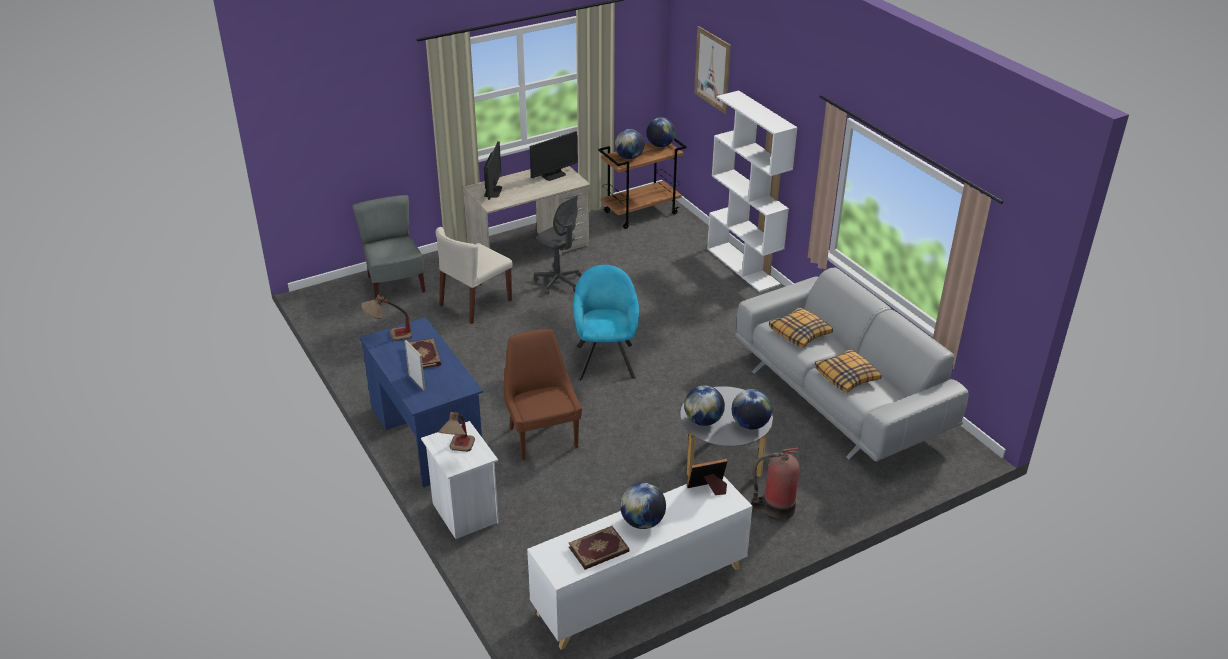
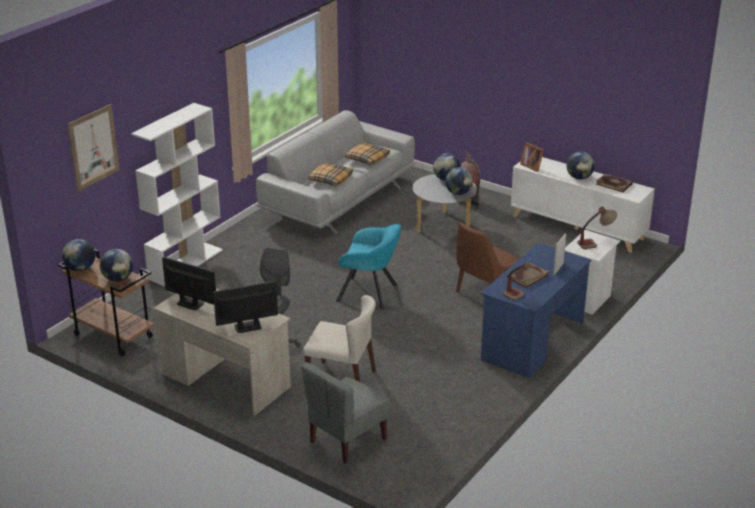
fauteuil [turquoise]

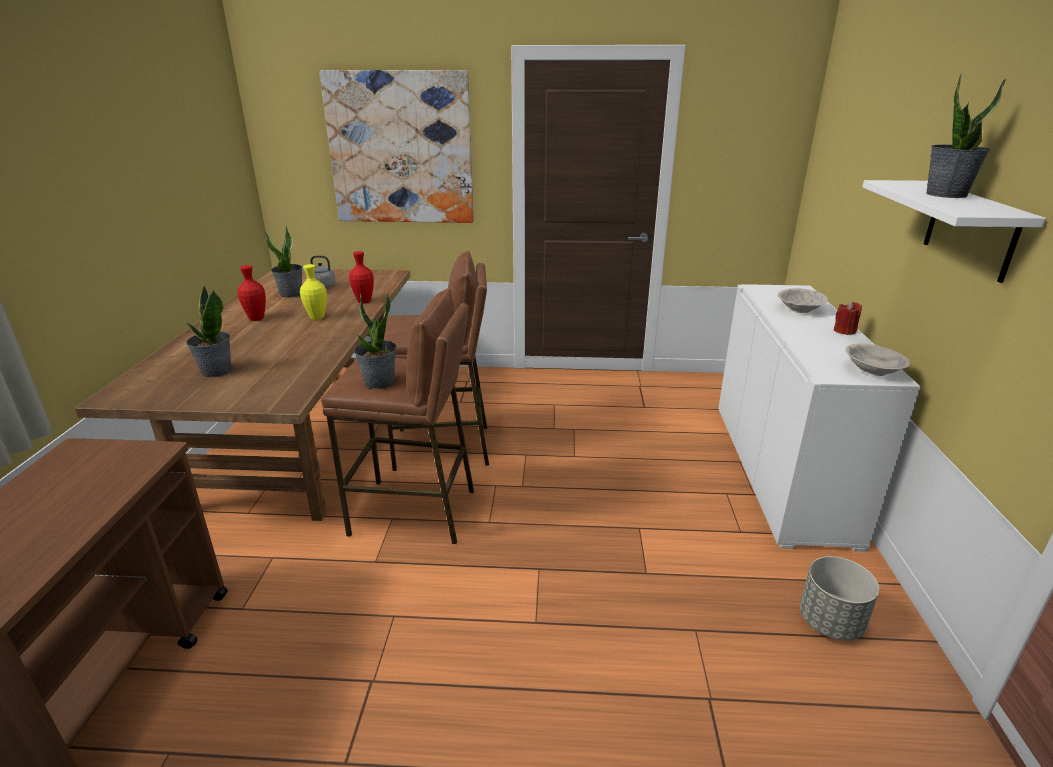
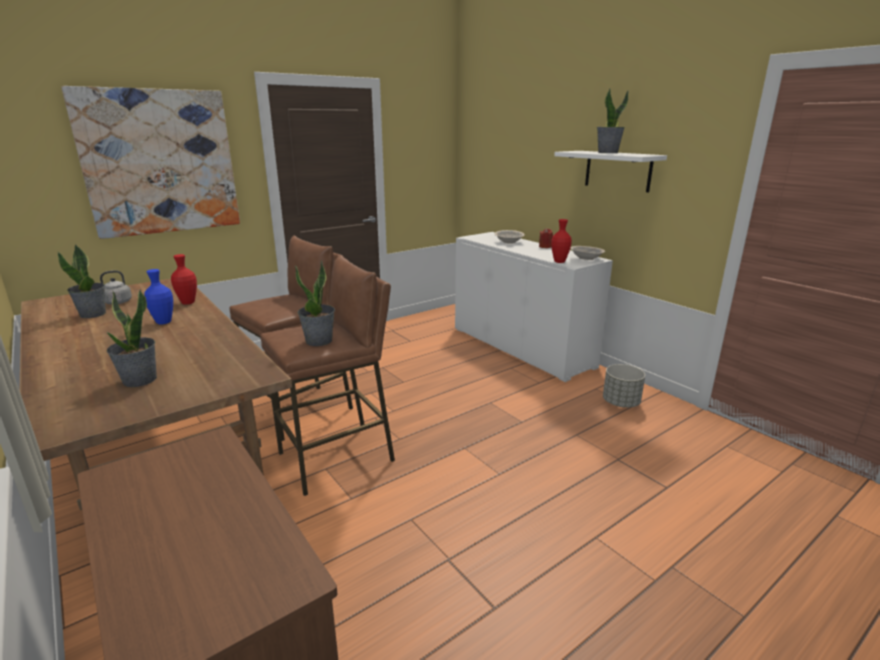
vase [rouge] (2nd from left); vase [bleu]

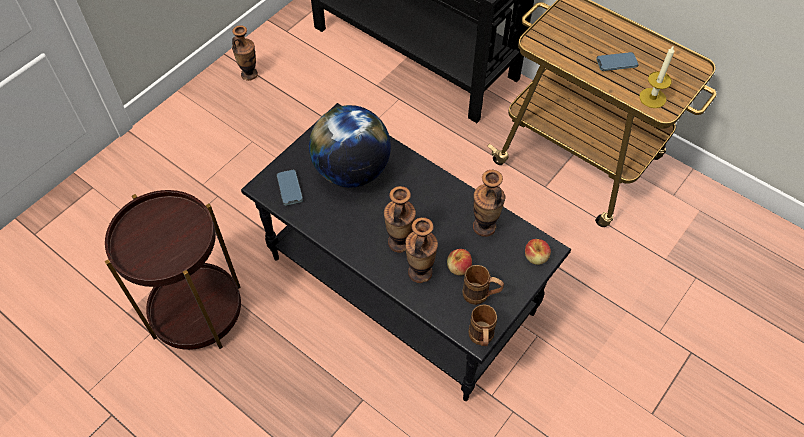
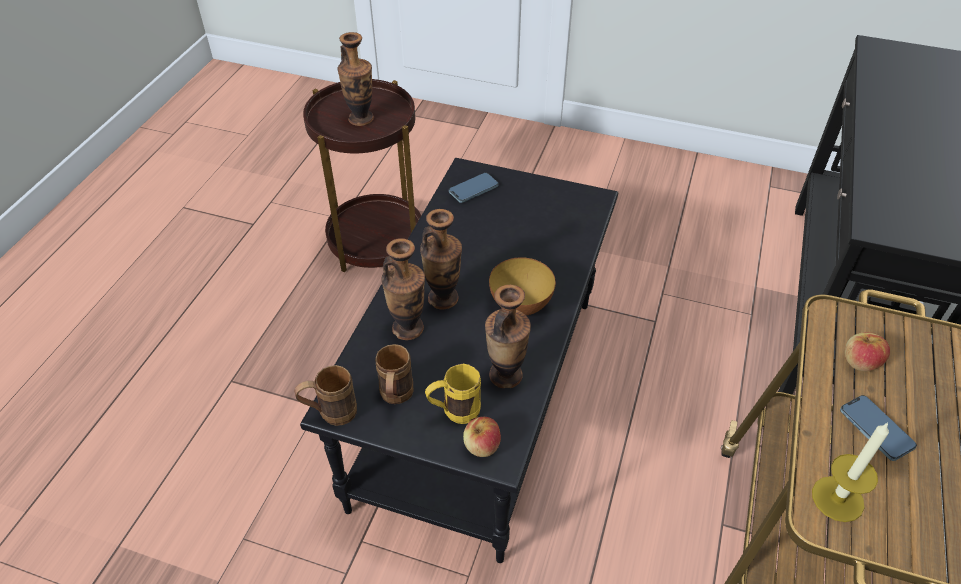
globe; mug [jaune]; bol; vase (1st from left); pomme (2nd from left)

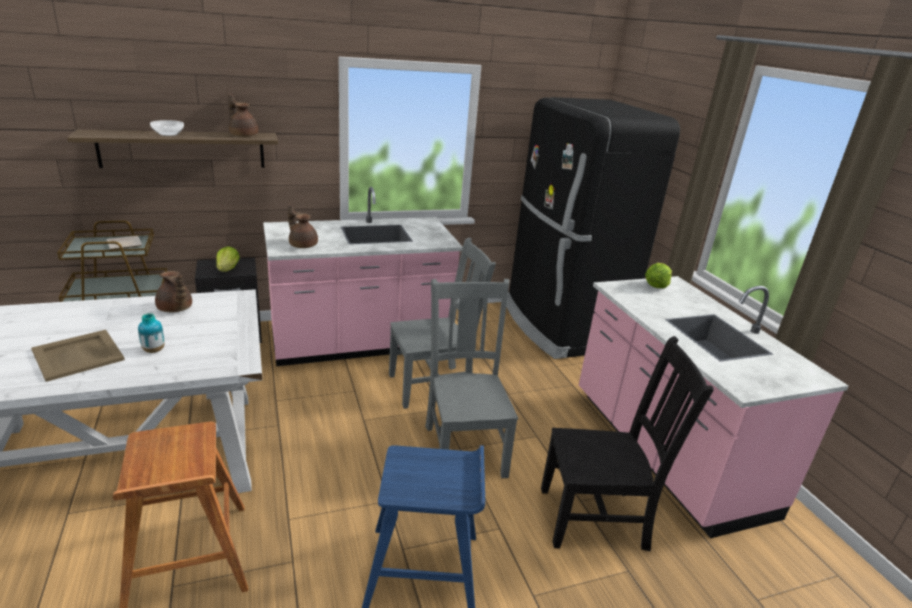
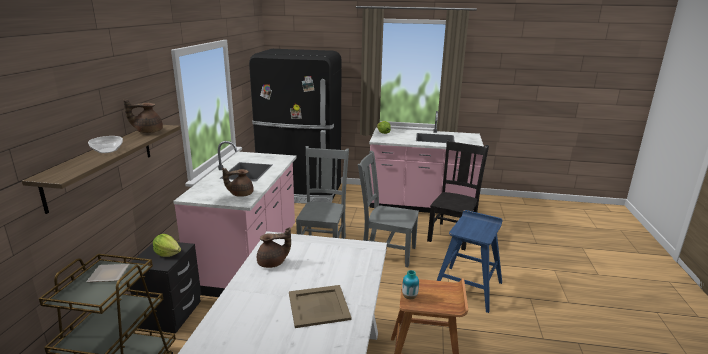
vase

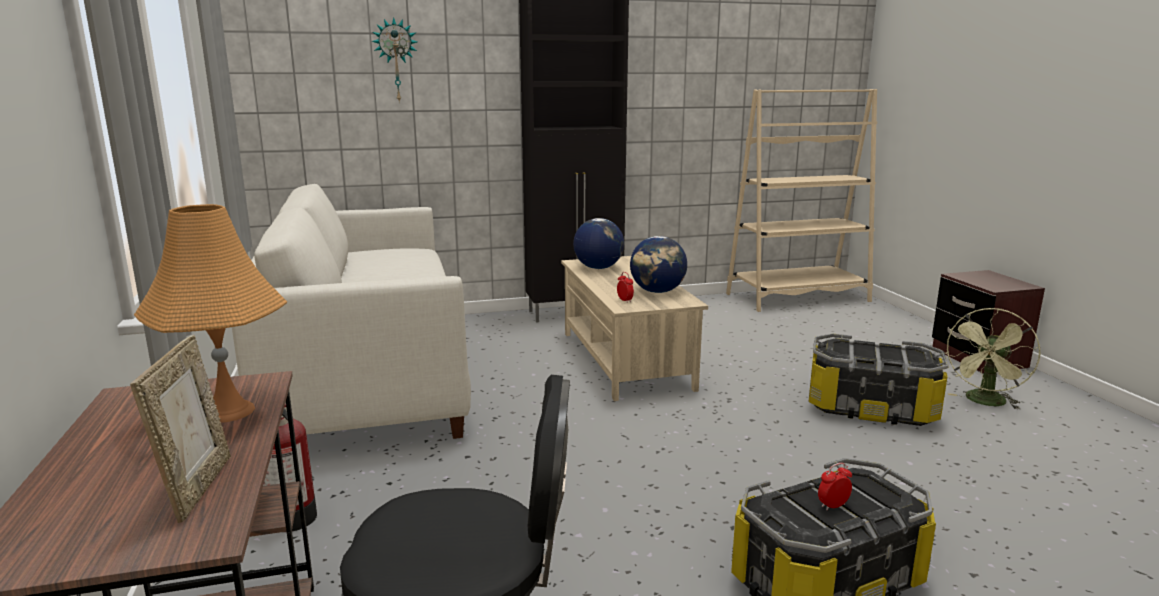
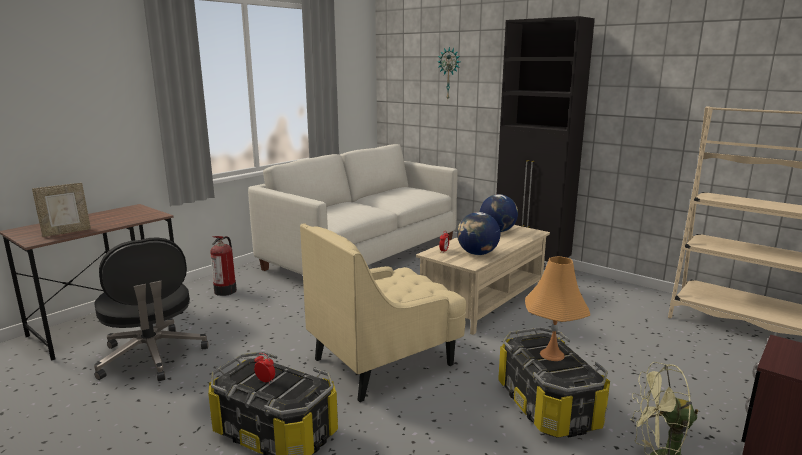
fauteuil [beige]; lampe de table [orange]

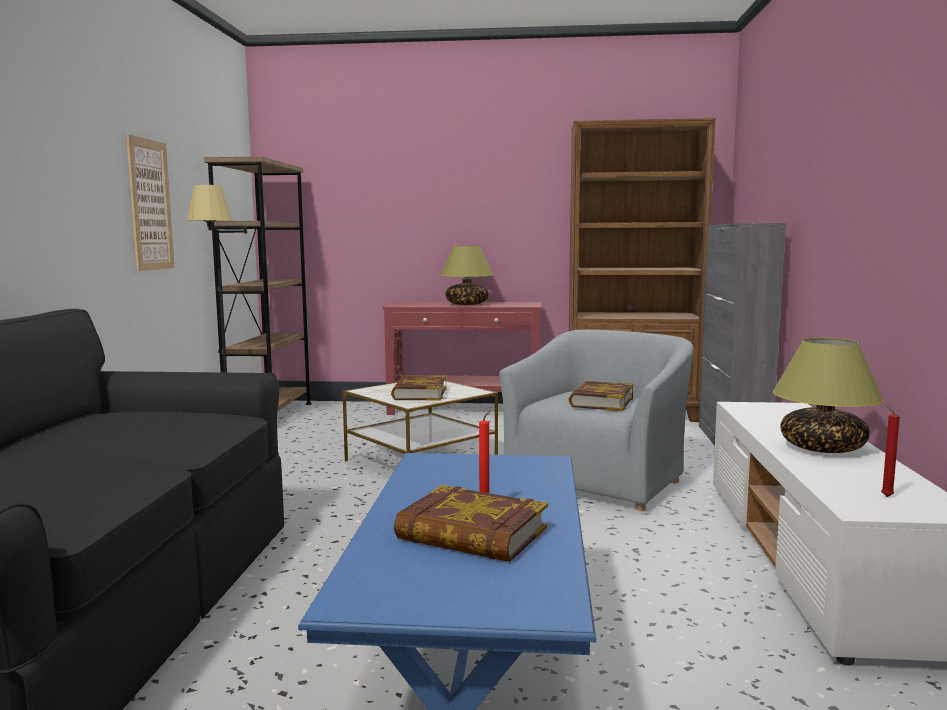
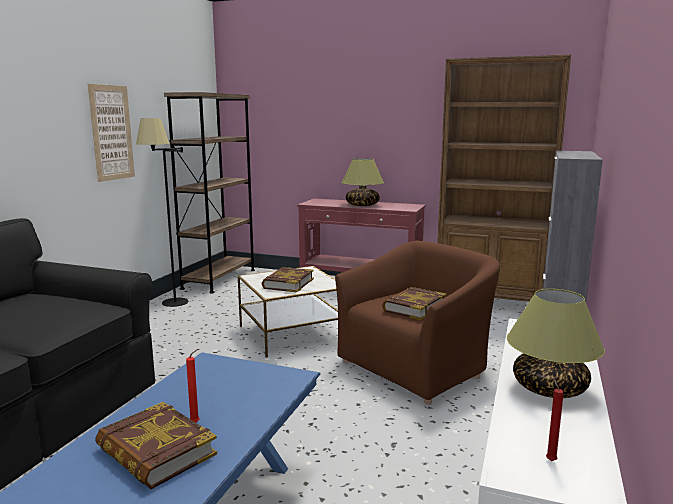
fauteuil [marron]

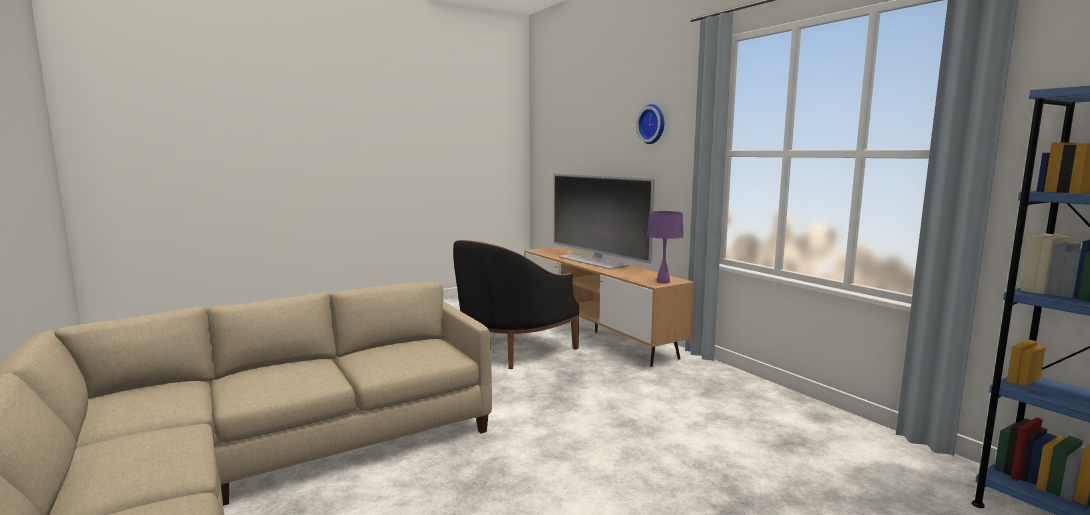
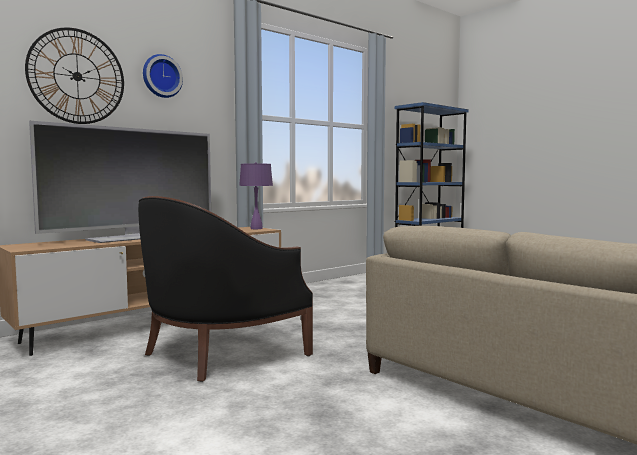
horloge murale (1st from left); fauteuil [noir]

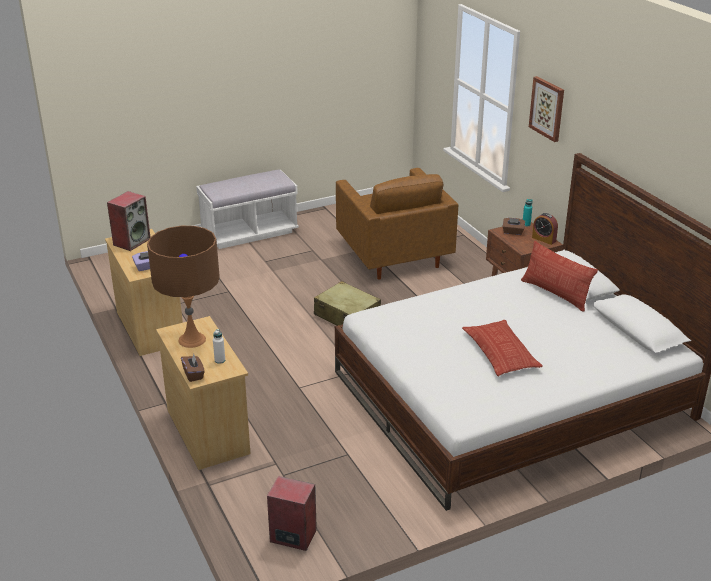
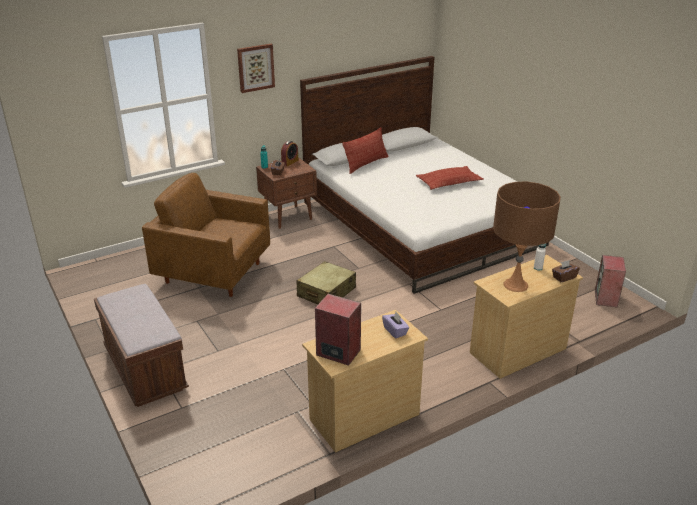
banc [marron]; fauteuil [marron]

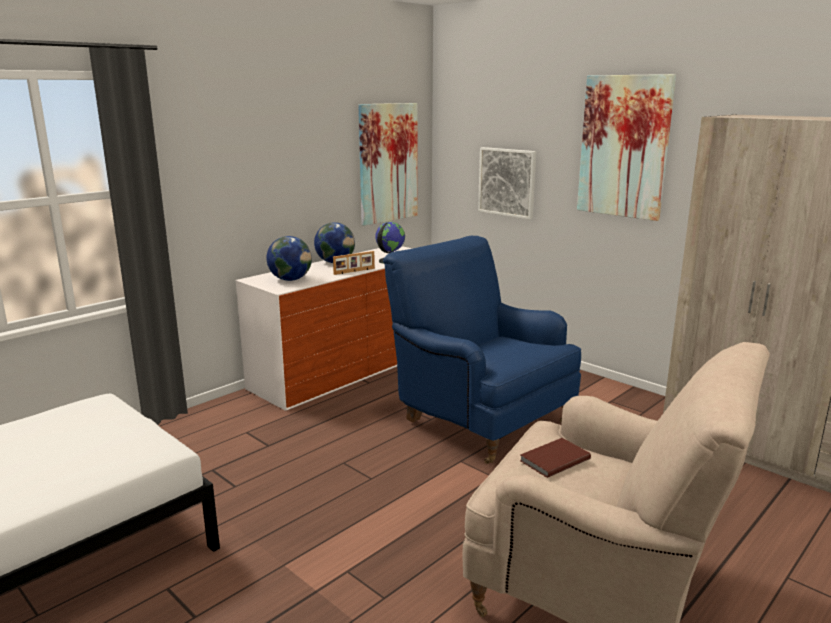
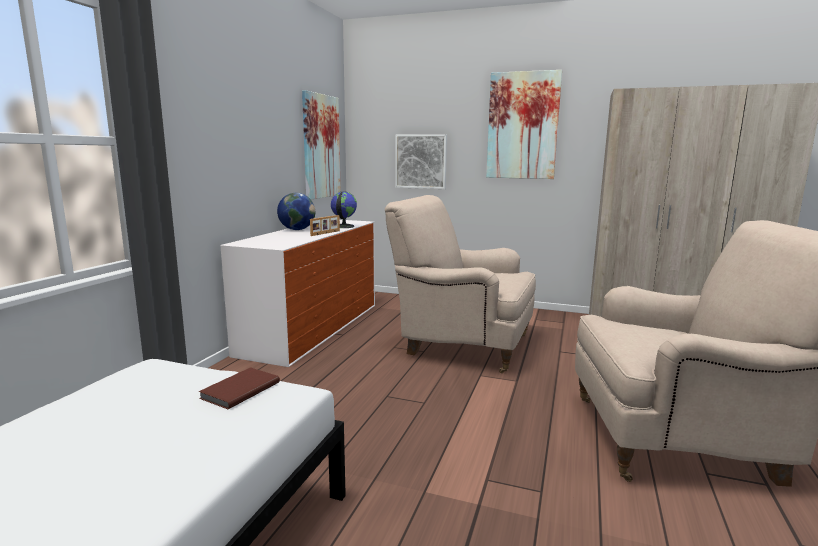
globe (1st from left in the first image); livre [marron]; fauteuil [beige] (1st from left)

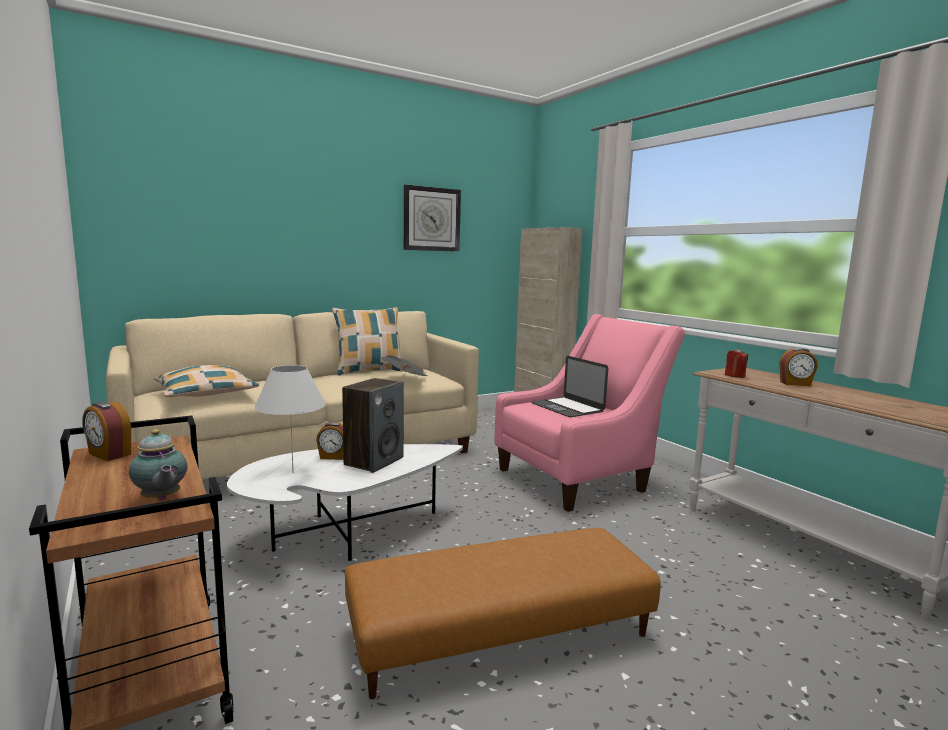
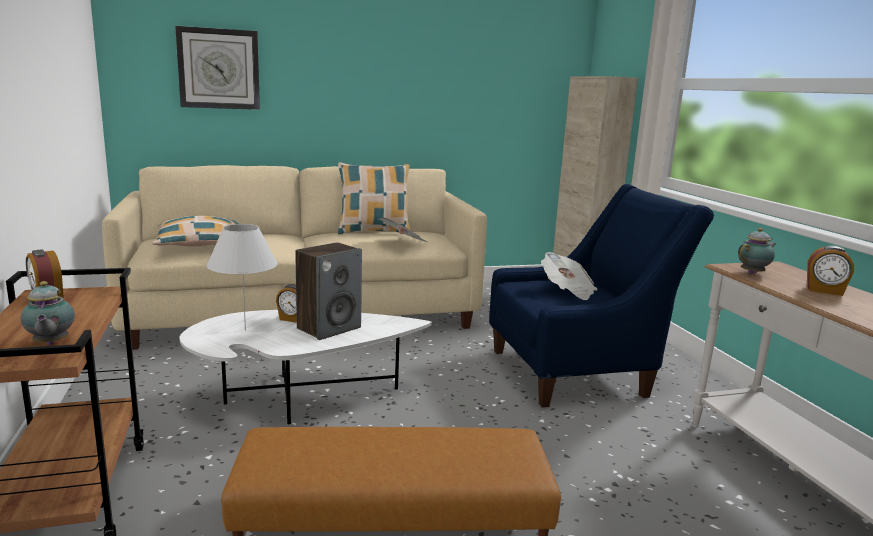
horloge murale; journal (2nd from left); théière (2nd from left); fauteuil [bleu]

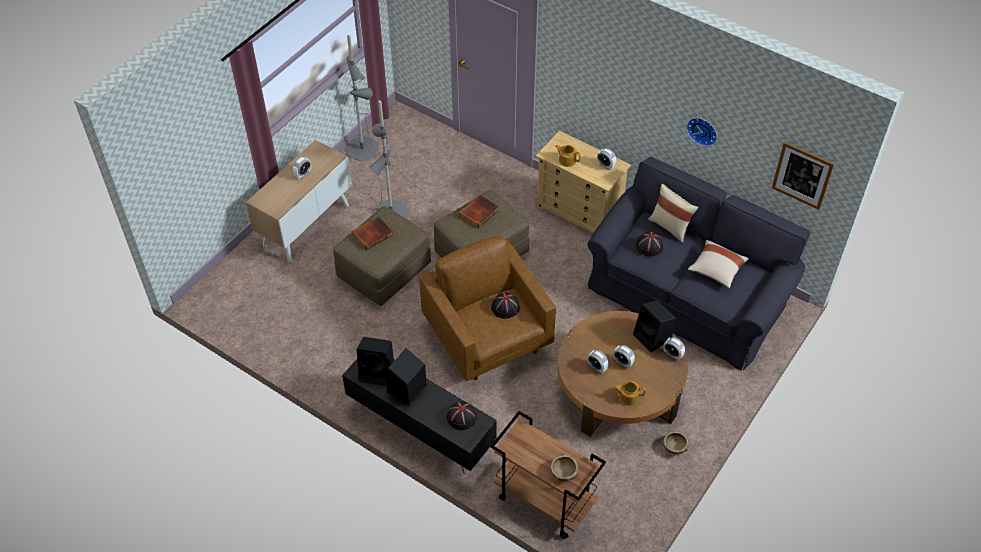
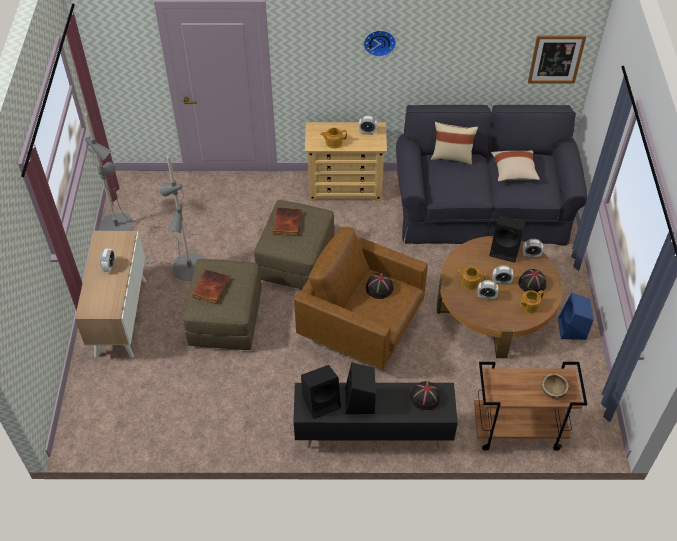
théière (2nd from left); chapeau [noir] (3rd from left); horloge murale; enceinte [bleu]

